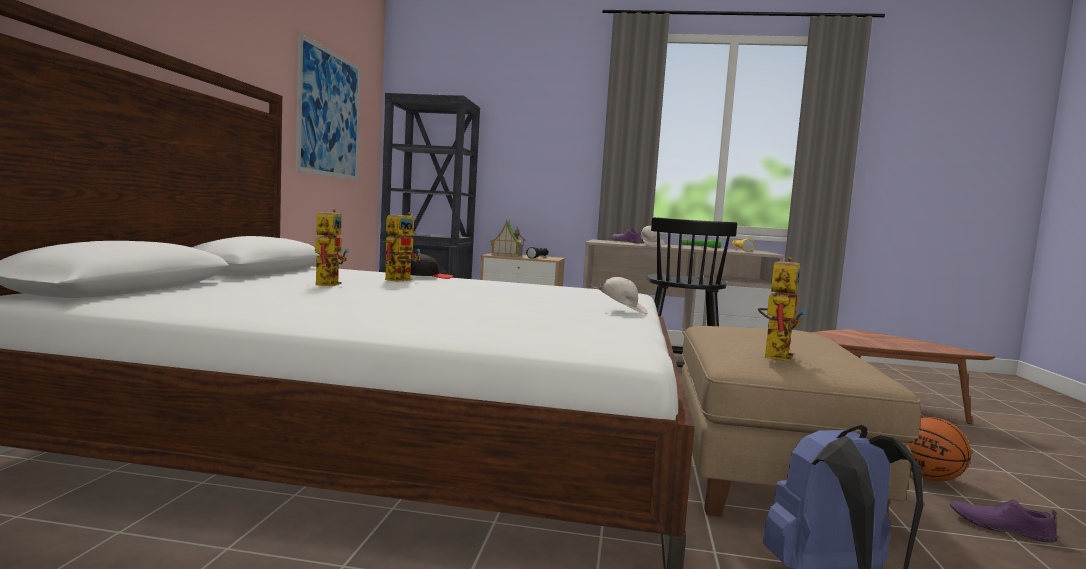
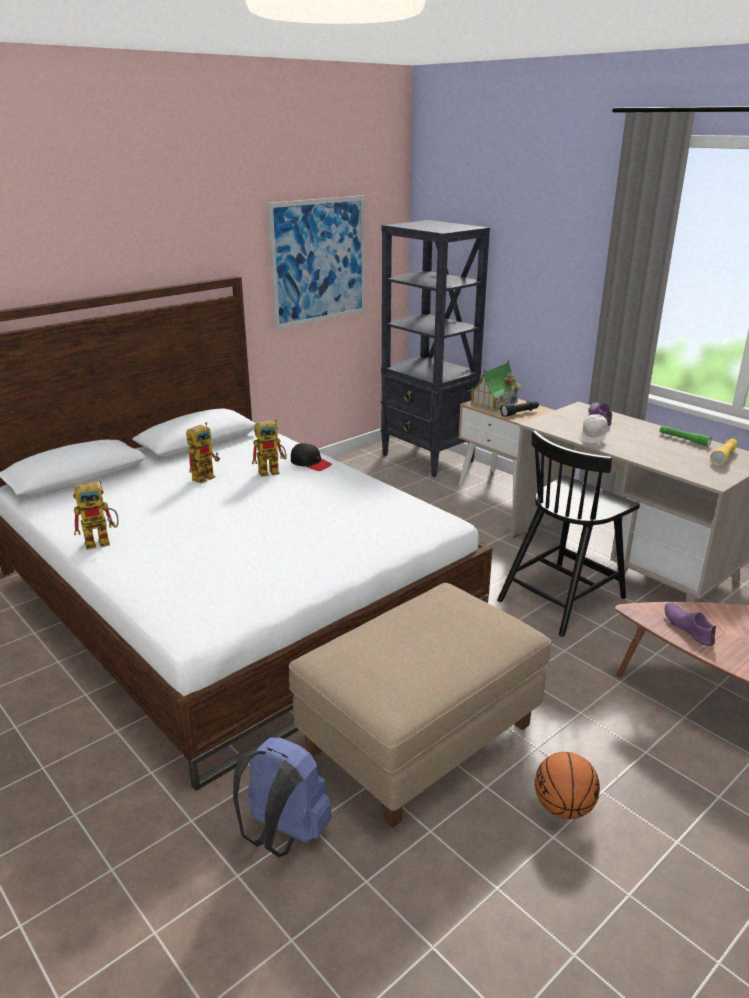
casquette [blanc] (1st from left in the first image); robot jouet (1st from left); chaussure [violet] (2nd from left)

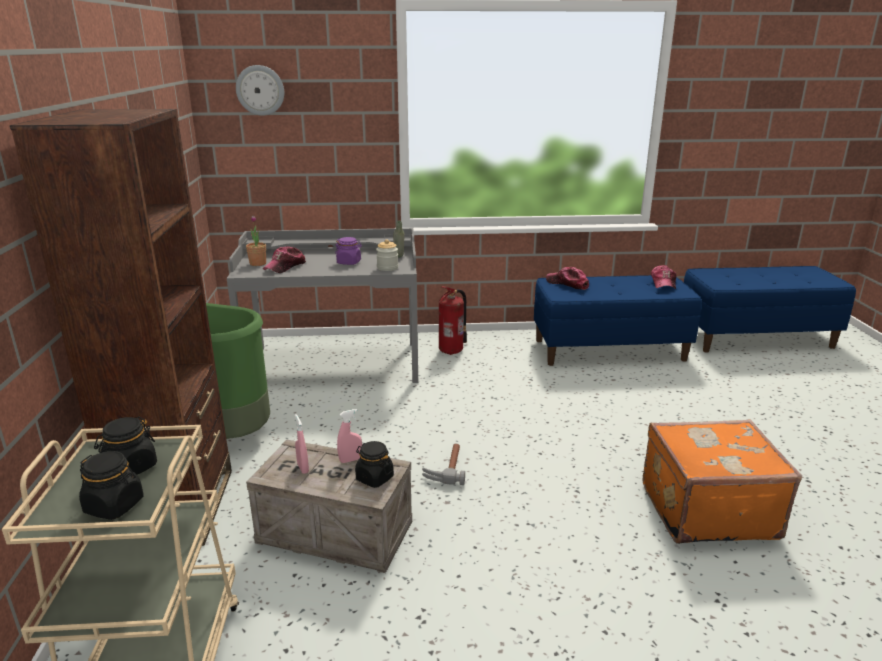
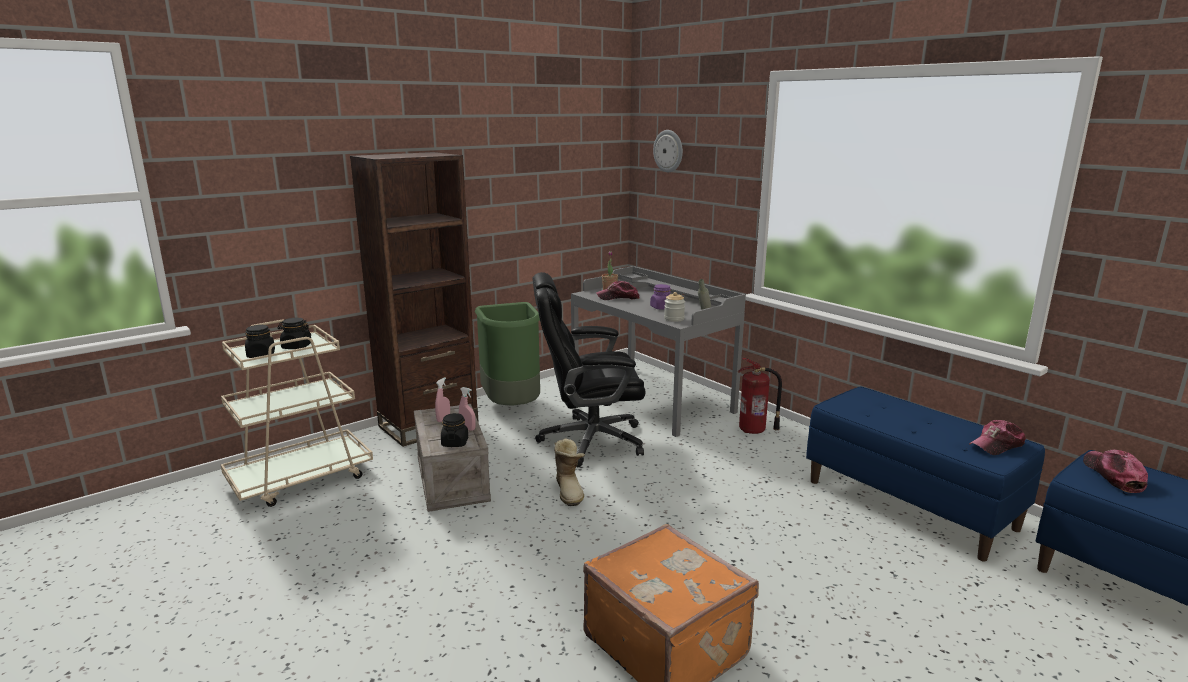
chaise de bureau [noir]; casquette (3rd from left); botte

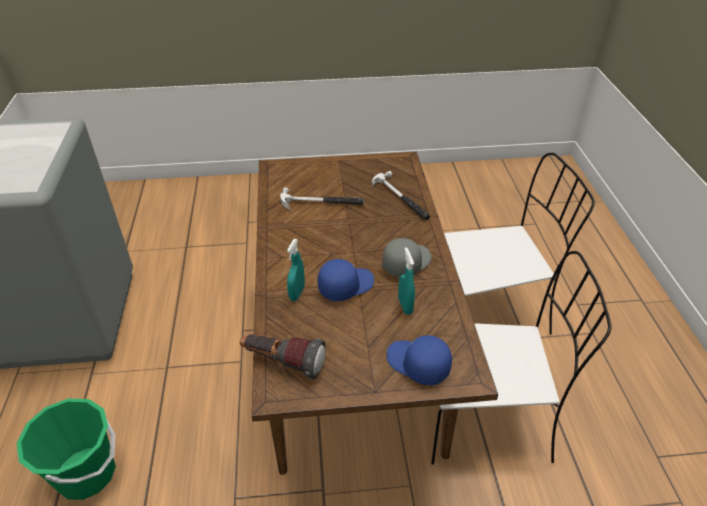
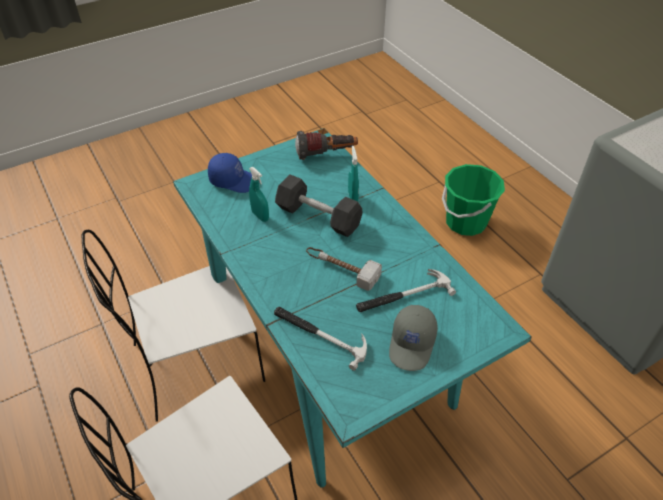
marteau (2nd from left); casquette [gris]; haltère [noir]; table à manger [turquoise]

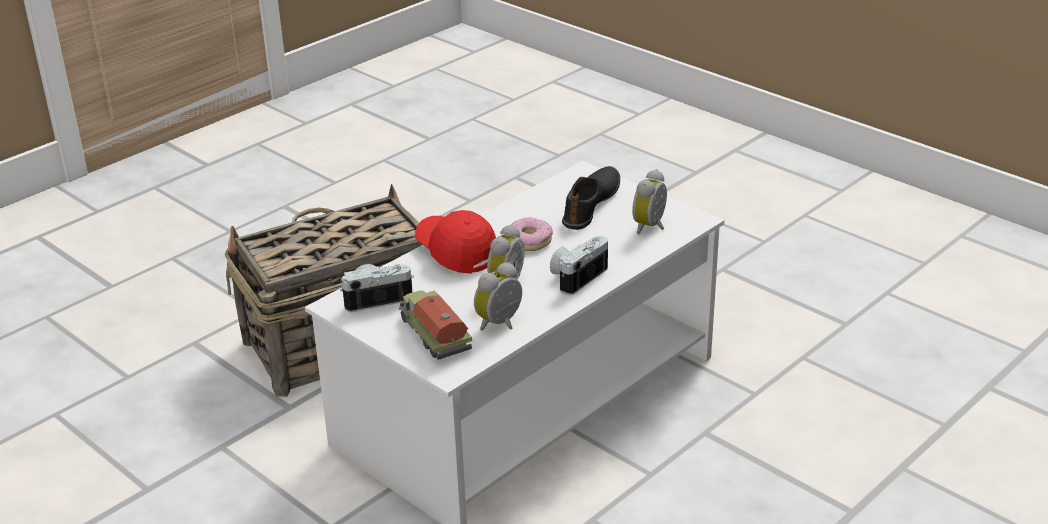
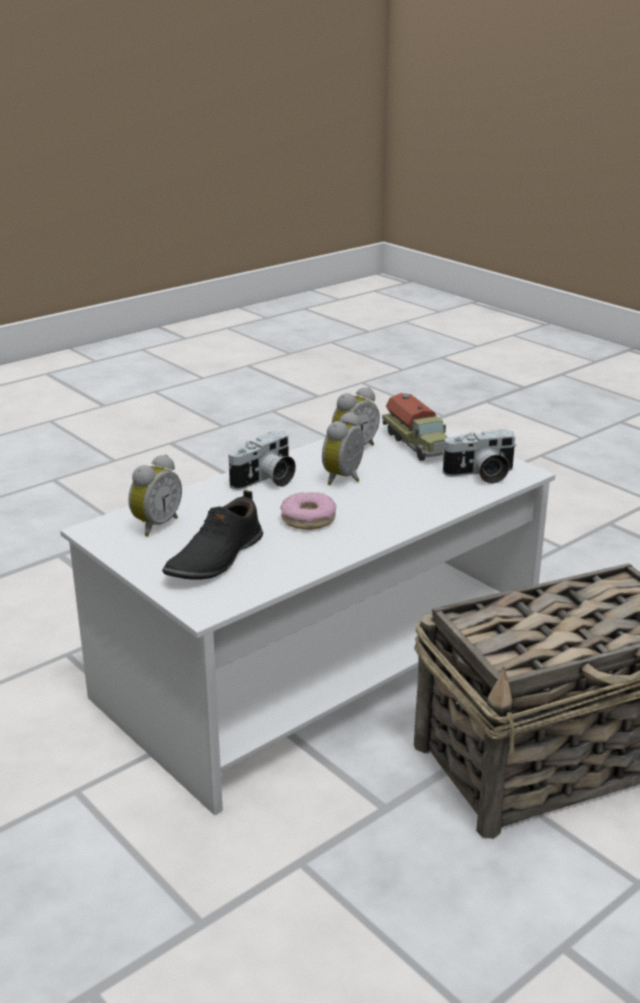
casquette [rouge]

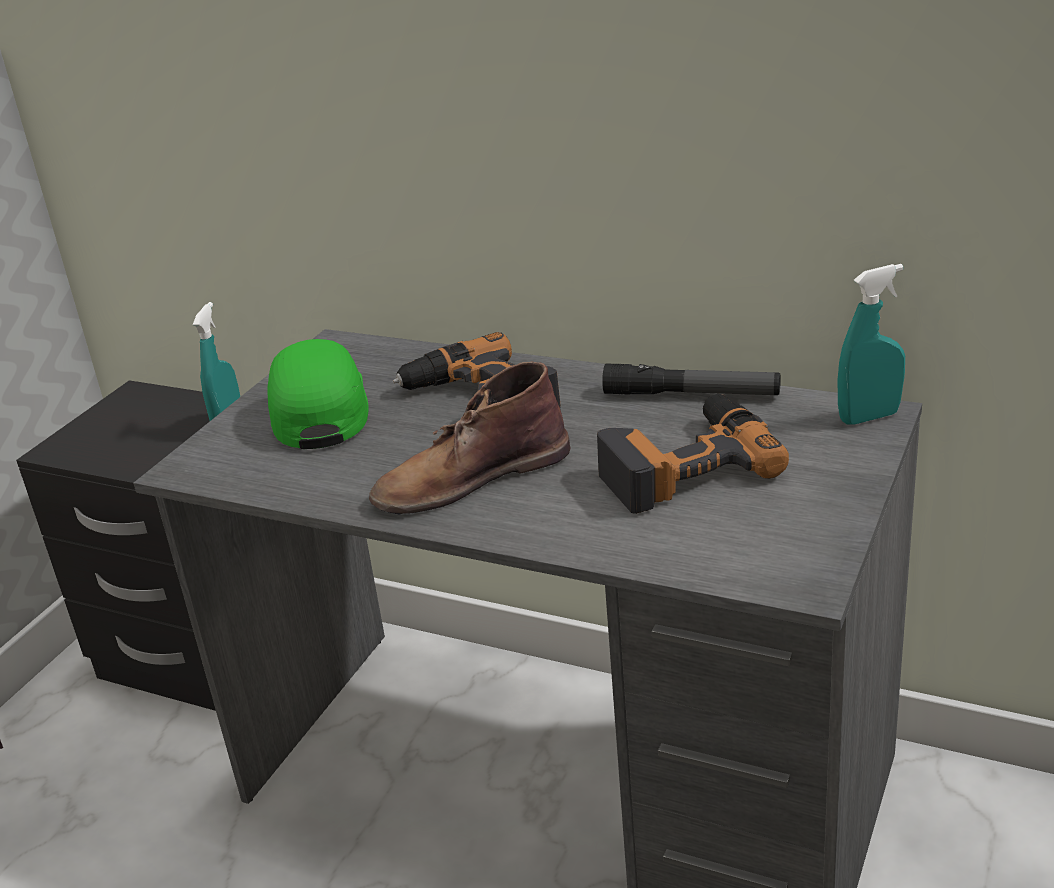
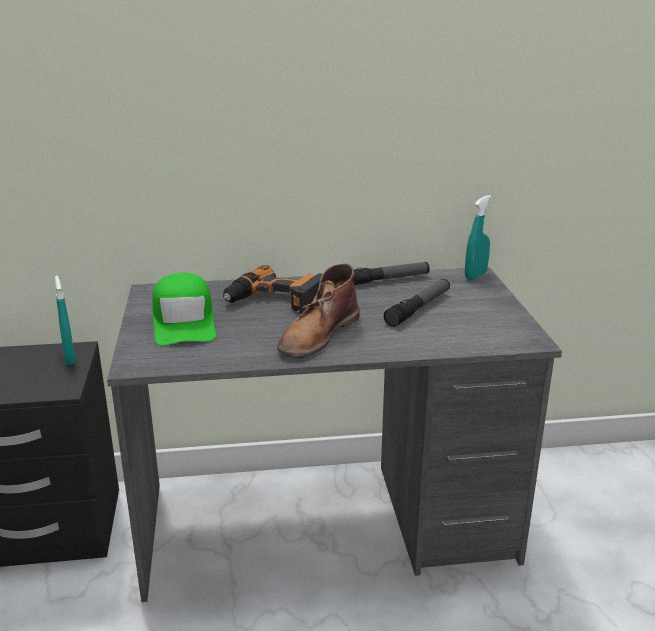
lampe de poche (2nd from left); casquette [vert]

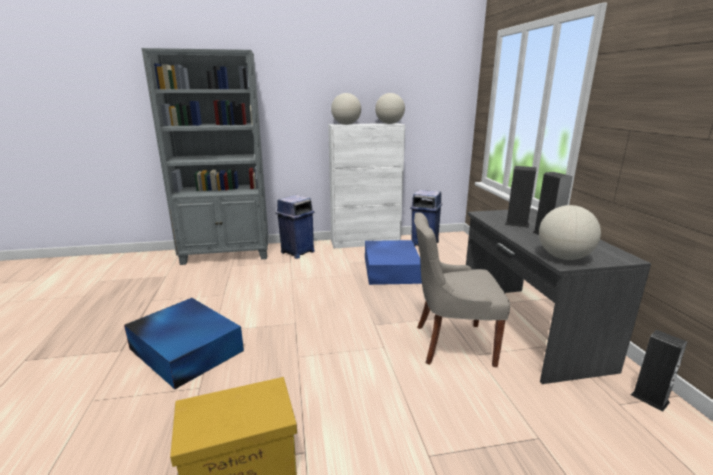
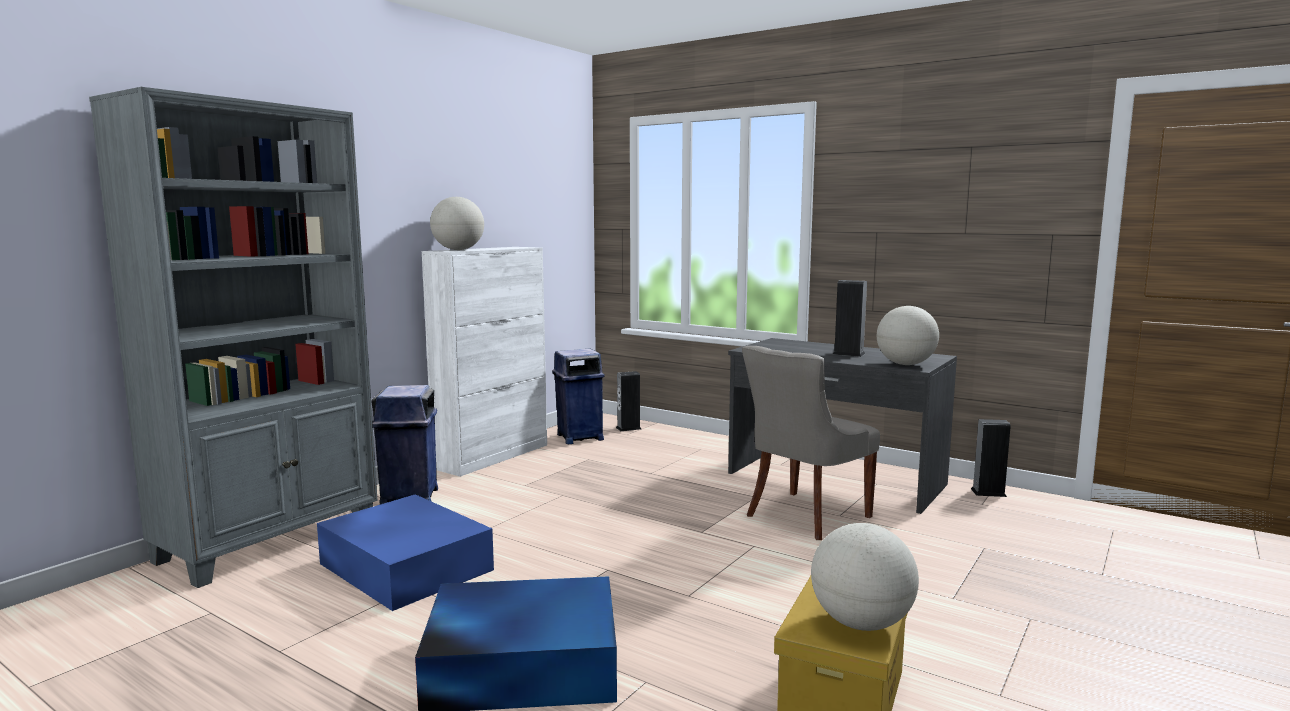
boîte de rangement [bleu] (1st from left); globe (2nd from left); enceinte (1st from left)

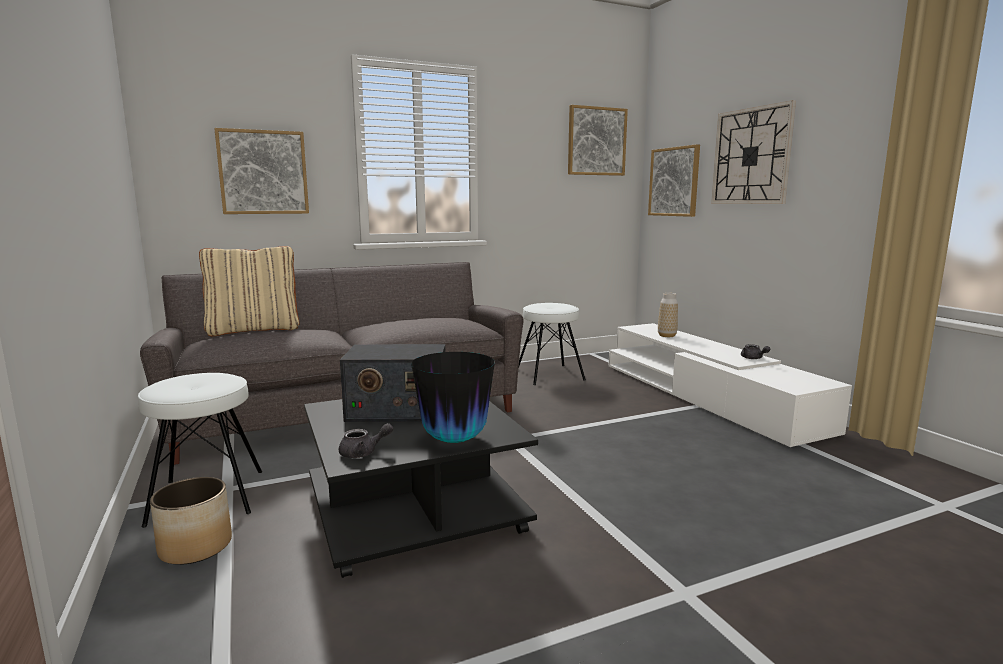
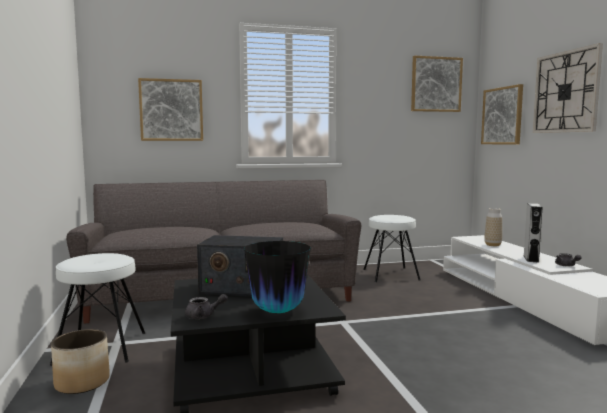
coussin [beige]; enceinte [gris]

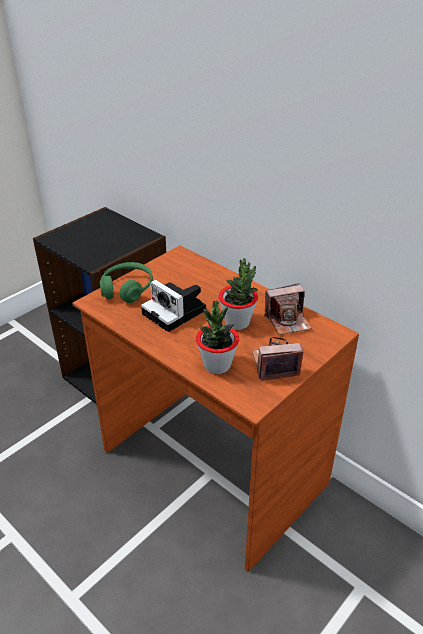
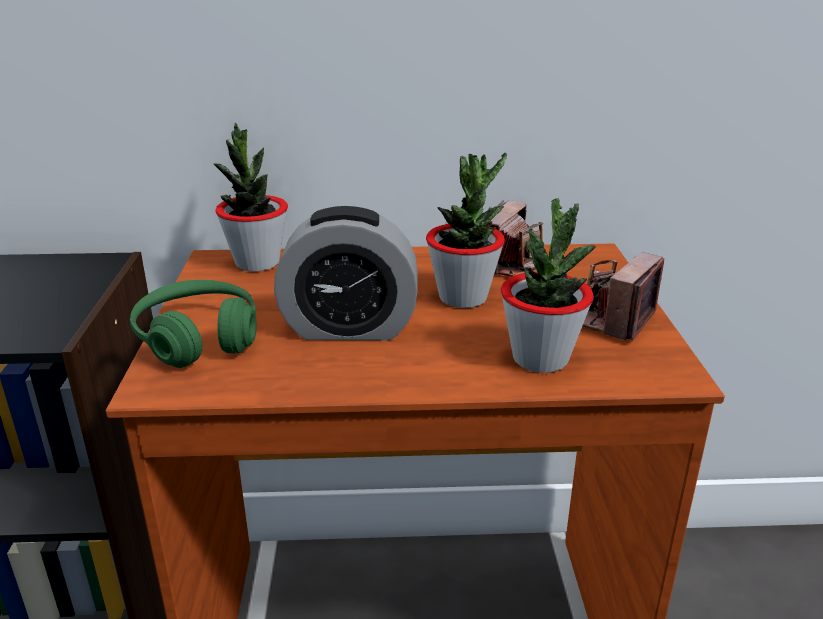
plante en pot (1st from left); réveil

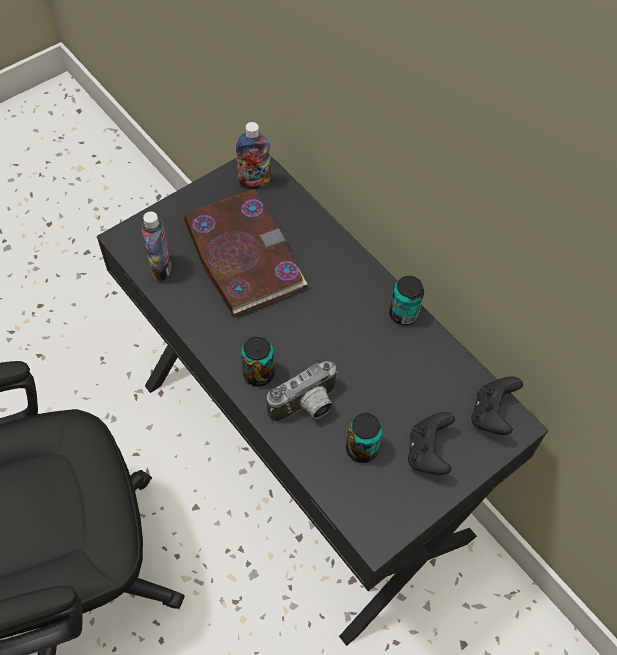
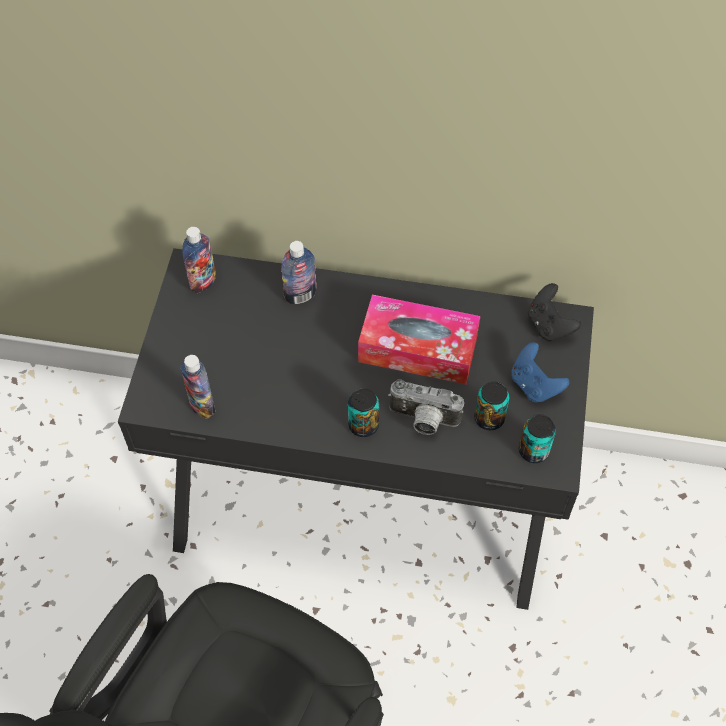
livre; bouteille (3rd from left); boîte à mouchoirs; boîte métallique (3rd from left); manette [bleu]; appareil photo

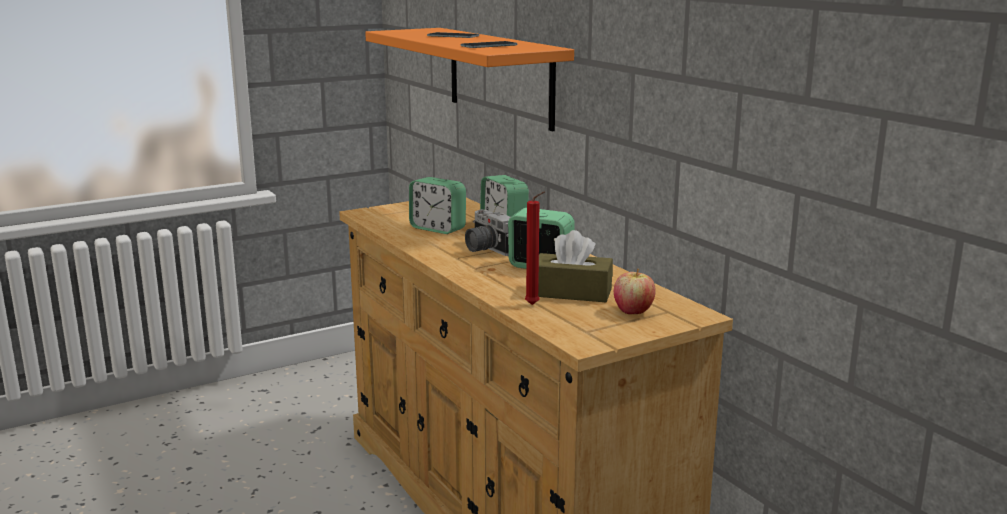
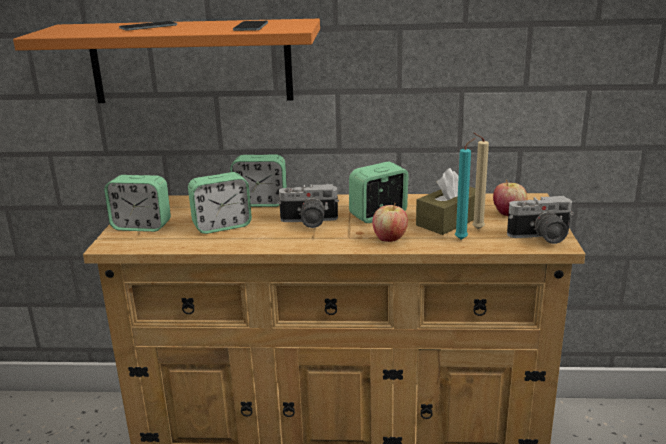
réveil (1st from left); pomme (1st from left); bougie [beige]; appareil photo (2nd from left); bougie [turquoise]

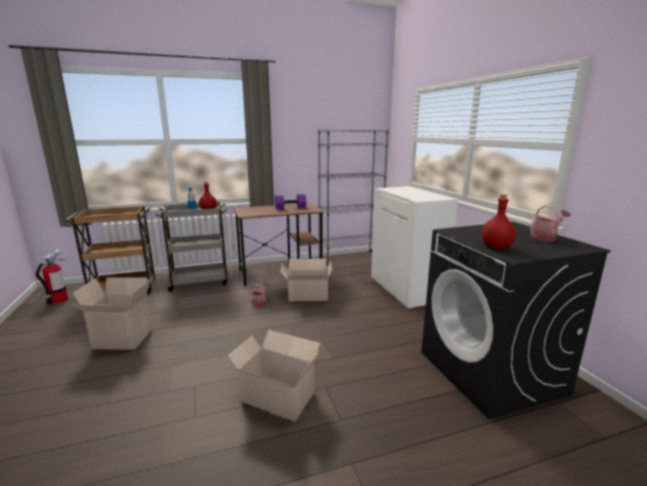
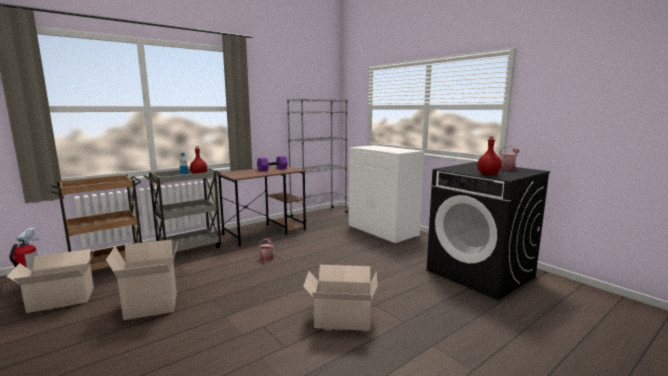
carton (1st from left)

